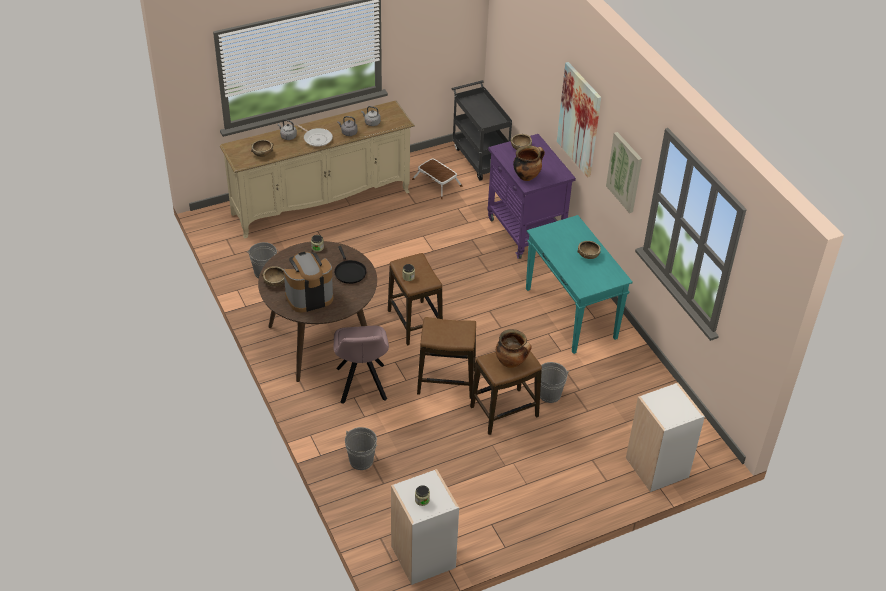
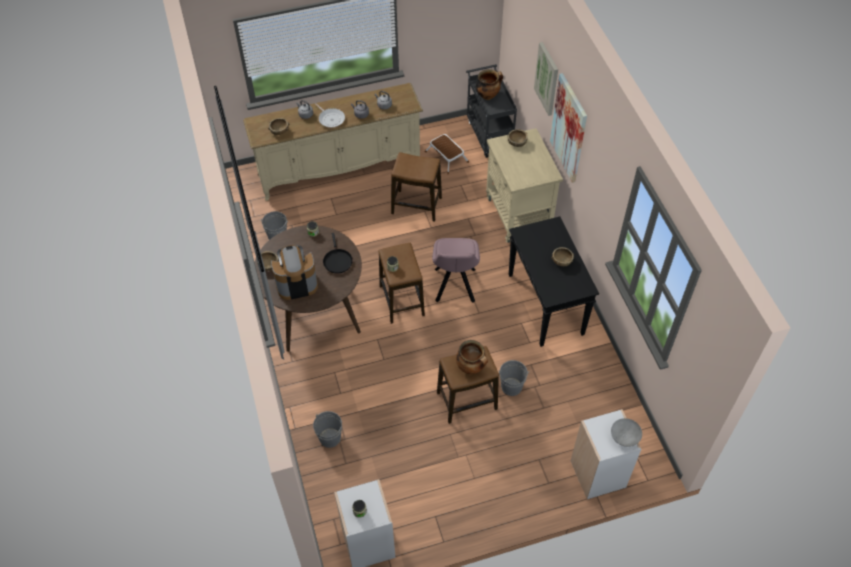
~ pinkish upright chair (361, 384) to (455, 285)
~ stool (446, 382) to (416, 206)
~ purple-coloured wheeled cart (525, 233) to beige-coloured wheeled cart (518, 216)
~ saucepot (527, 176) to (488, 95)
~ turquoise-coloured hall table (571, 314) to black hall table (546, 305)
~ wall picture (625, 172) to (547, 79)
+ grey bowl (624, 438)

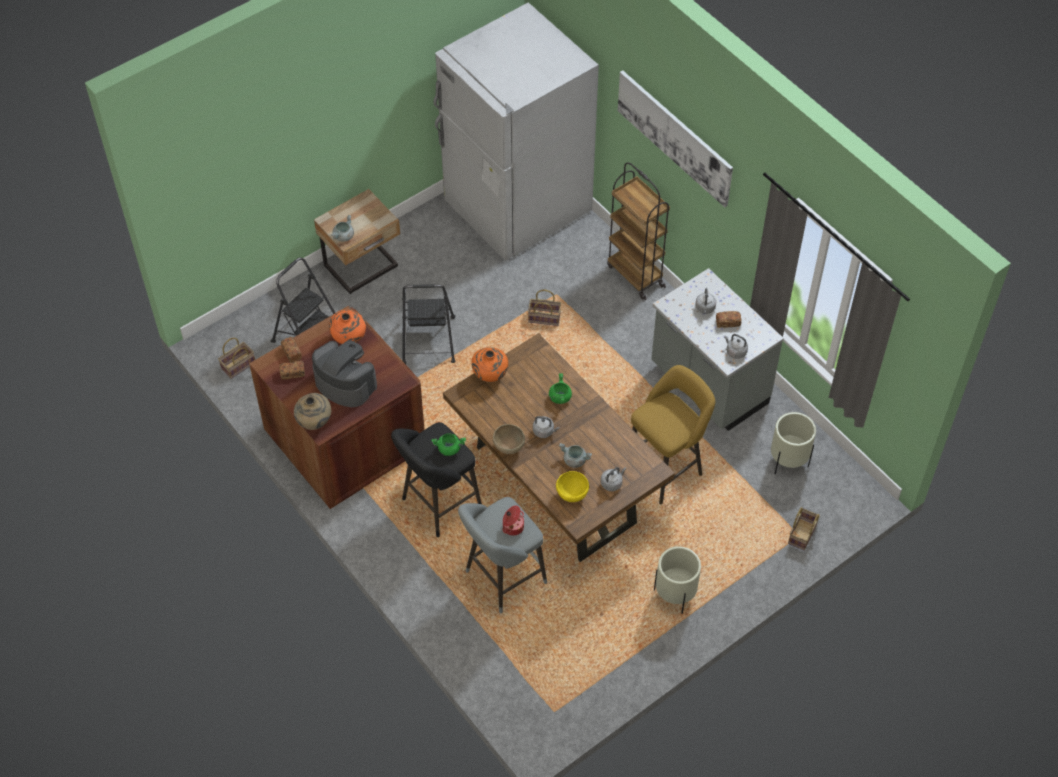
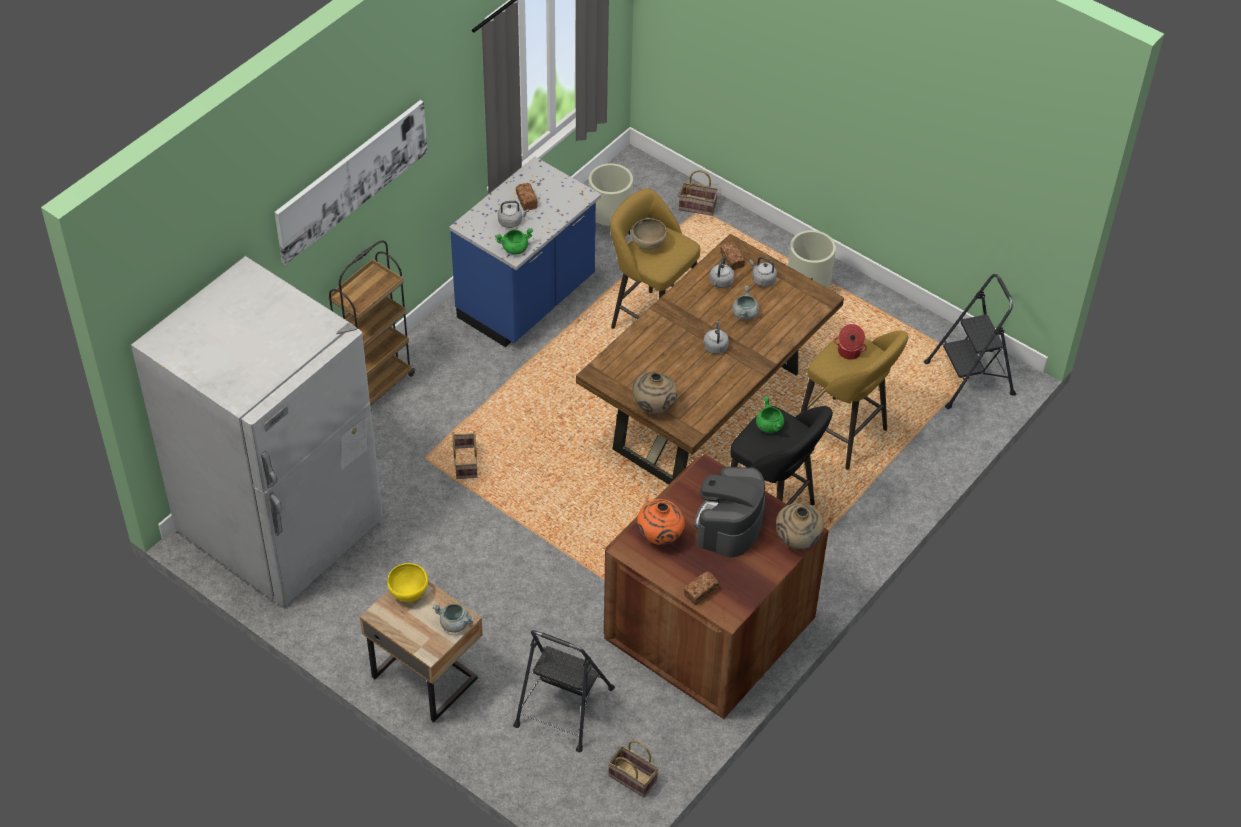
~ bakery bread (292, 373) to (732, 260)
~ black step stool (428, 341) to (972, 377)
~ grey stool (502, 579) to yellow-coloured stool (845, 436)
~ orange-coloured vase (490, 376) to beige-coloured vase (653, 407)
~ brown bowl (508, 447) to (648, 245)
~ green-coloured saucepot (560, 397) to (514, 249)
~ yellow-coloured bowl (572, 494) to (408, 593)
~ grey kitchen counter (708, 386) to bluish kitchen counter (527, 300)
~ grey water kettle (735, 351) to (720, 283)

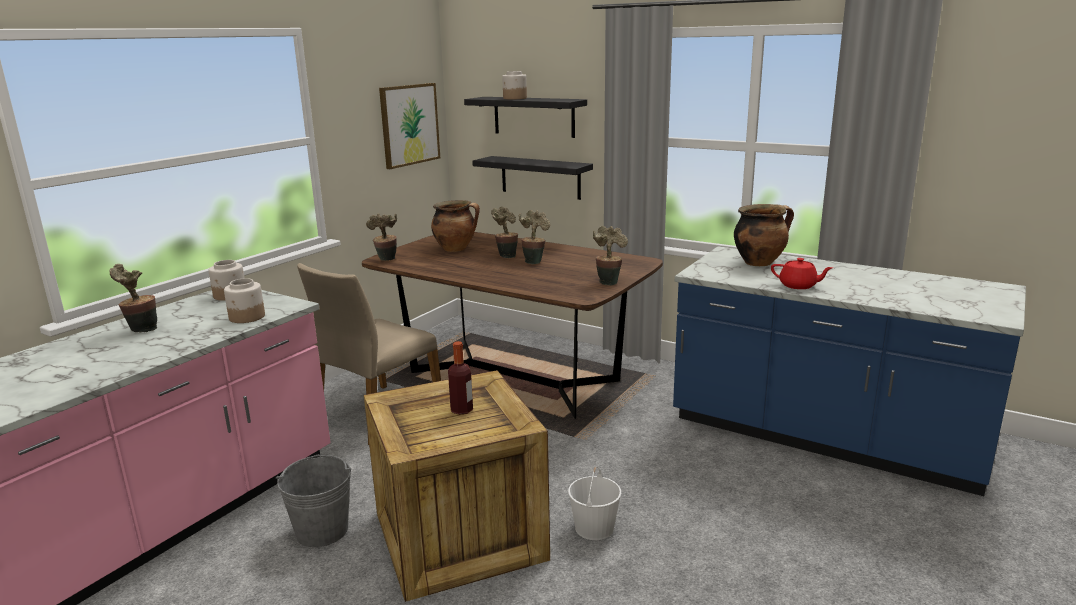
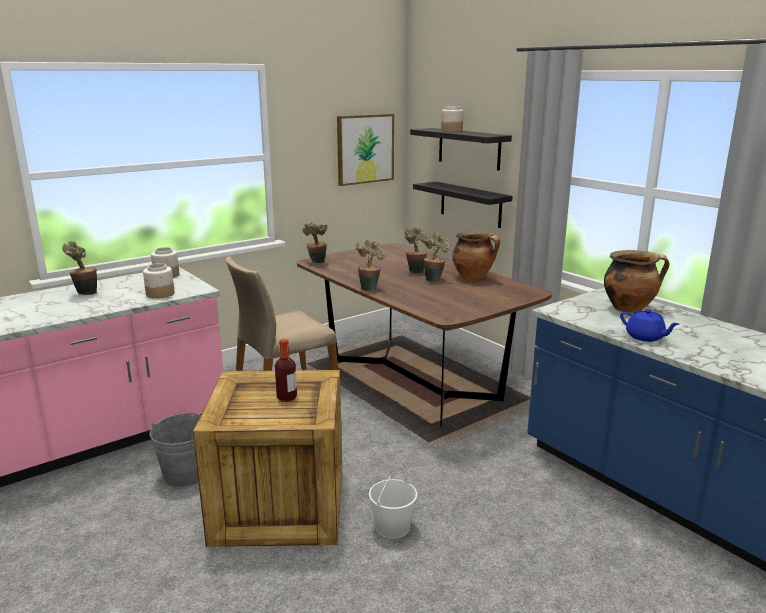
~ saucepot (456, 249) to (473, 277)
~ houseplant (608, 282) to (369, 288)
~ reddish teapot (798, 286) to bluish teapot (645, 337)

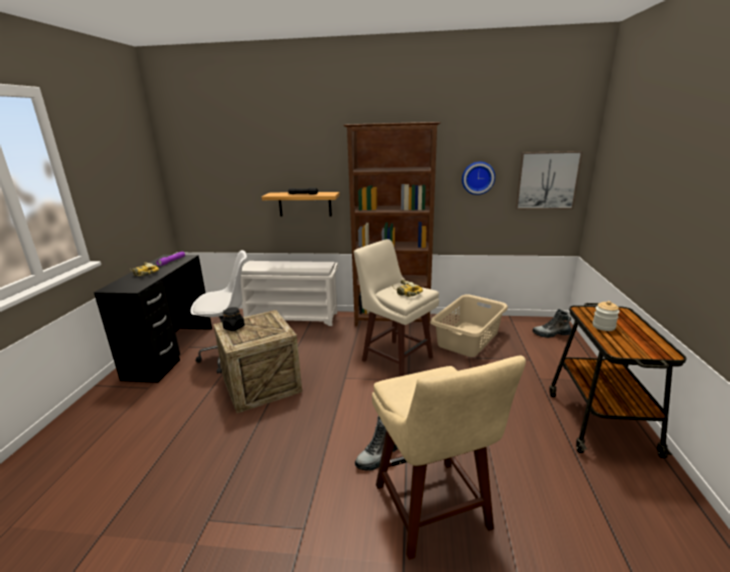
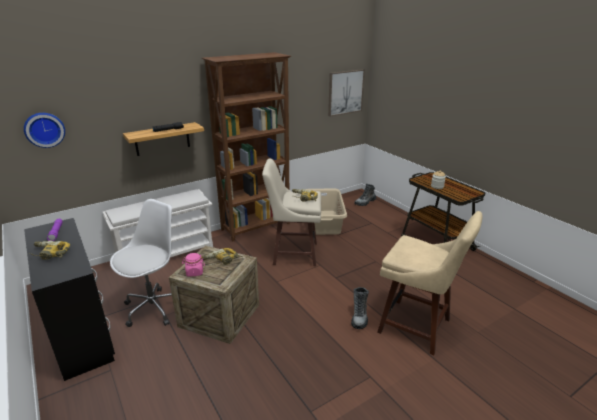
~ black storage jar (234, 327) to pinkish storage jar (194, 272)
~ clock on the wall (478, 178) to (44, 129)
+ electric drill (221, 261)

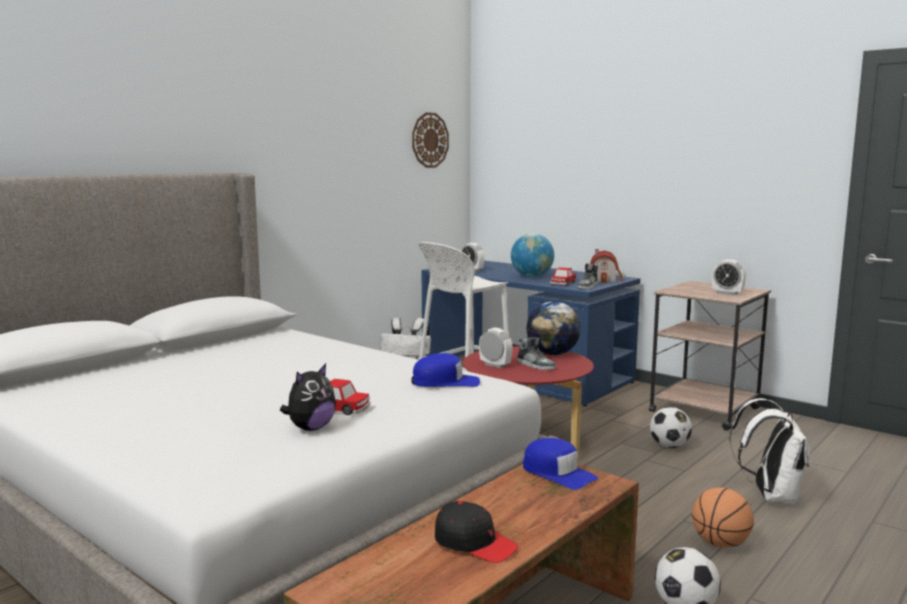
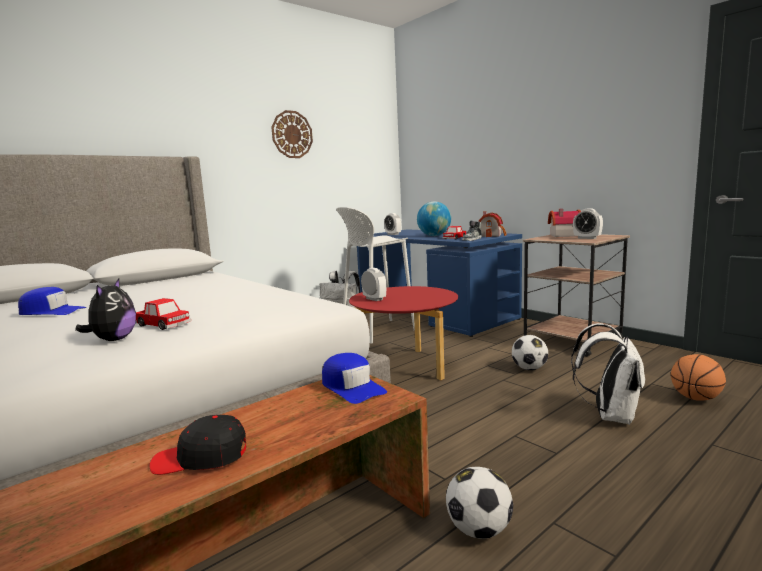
~ cuddly toy (310, 428) = (113, 340) 45 degrees counterclockwise
~ bluish peaked cap (445, 382) to (52, 312)
~ clock on the wall (430, 140) to (292, 134)
~ black peaked cap (474, 543) = (201, 458) 135 degrees clockwise
- shoe (535, 365)
- world globe (552, 354)
~ basketball ball (720, 544) to (695, 398)
+ toy house (563, 235)

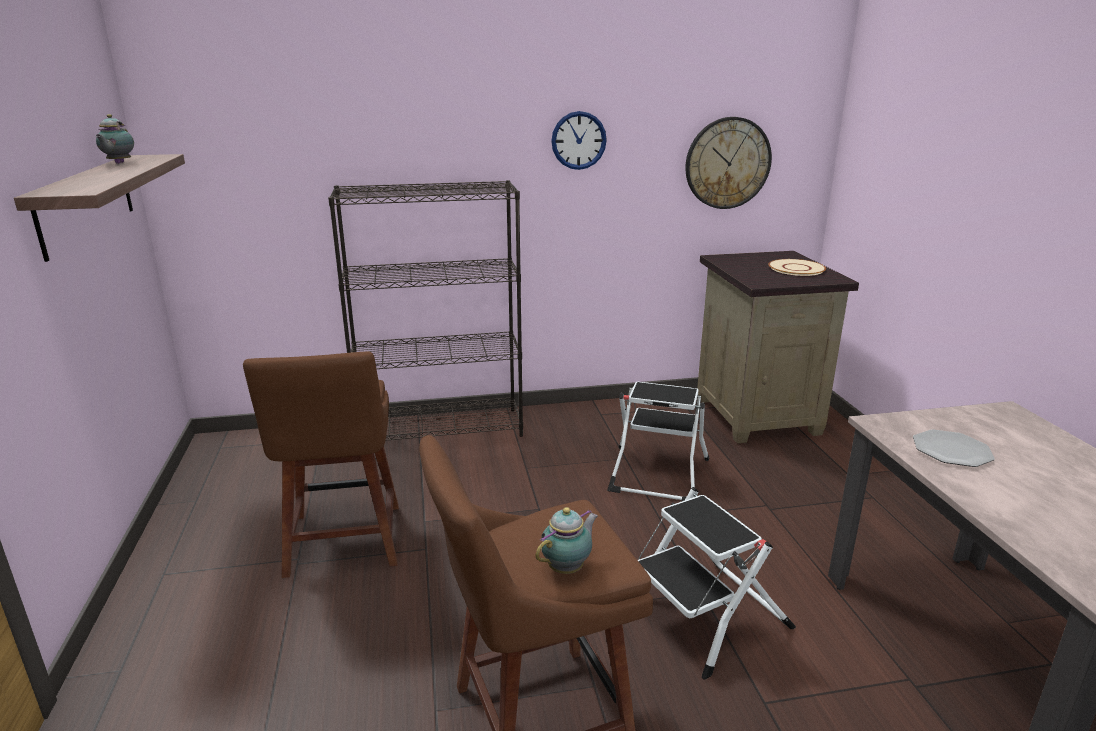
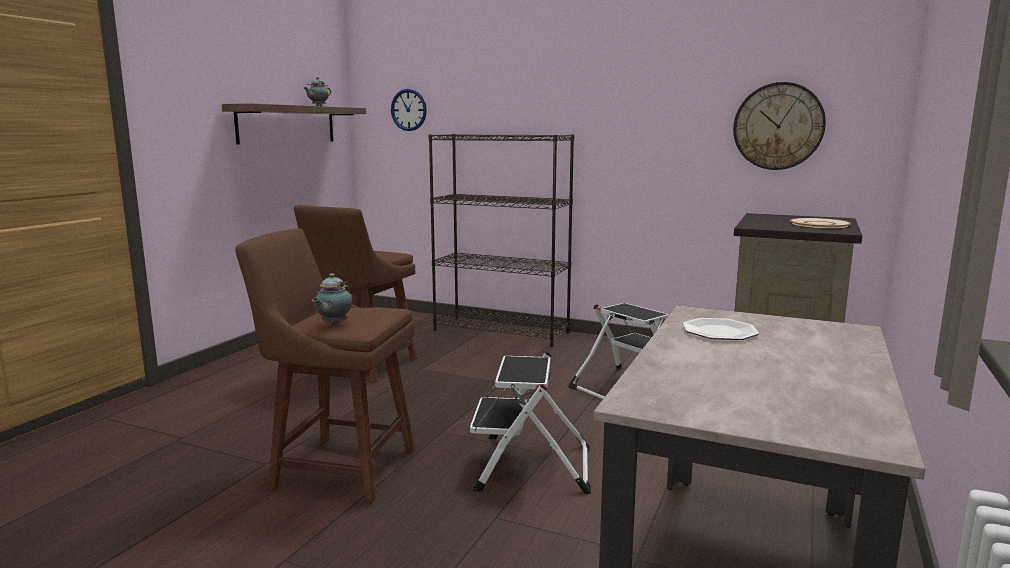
~ teapot (568, 568) = (333, 324) 120 degrees clockwise
~ clock on the wall (578, 140) to (408, 110)

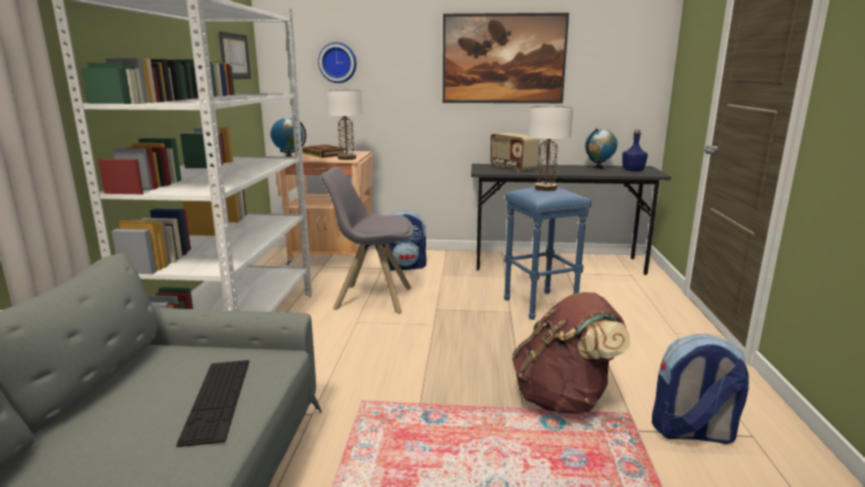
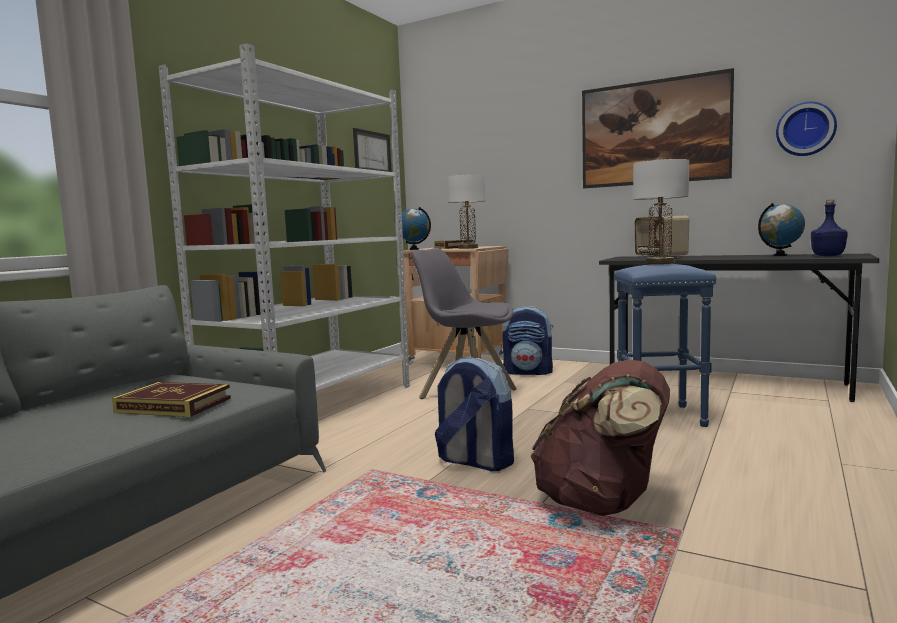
~ PC keyboard (217, 399) to book (174, 405)
~ clock on the wall (338, 62) to (805, 129)
~ rucksack (692, 432) to (474, 462)

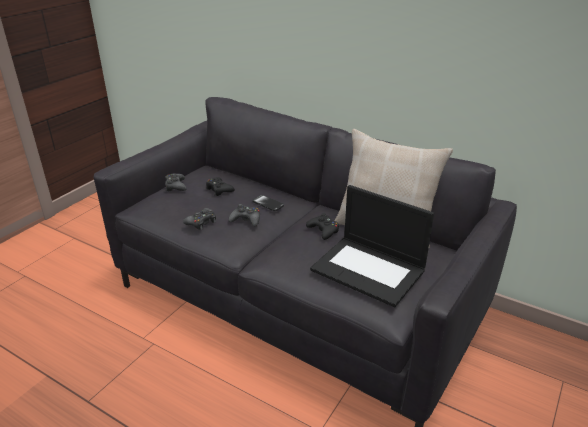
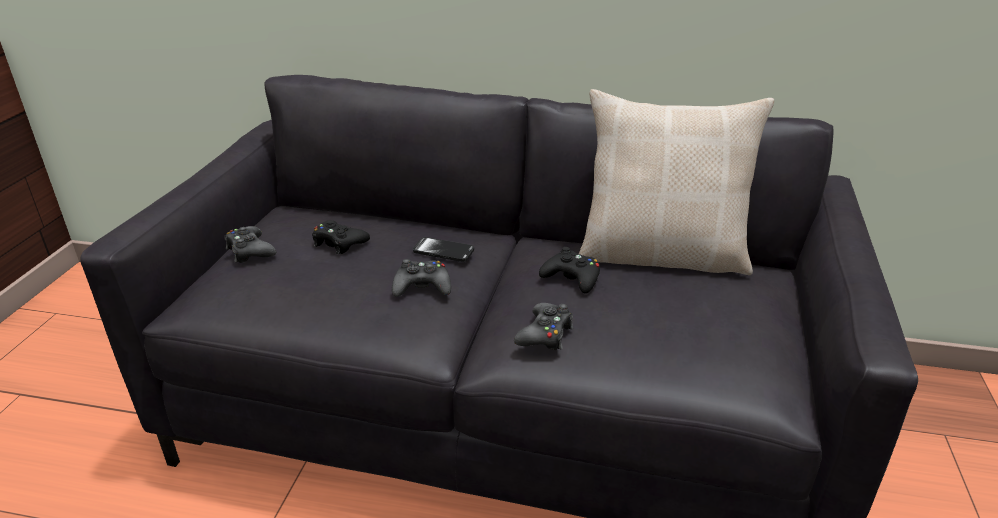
~ black gamepad (201, 222) to (545, 334)
- portable computer (369, 270)

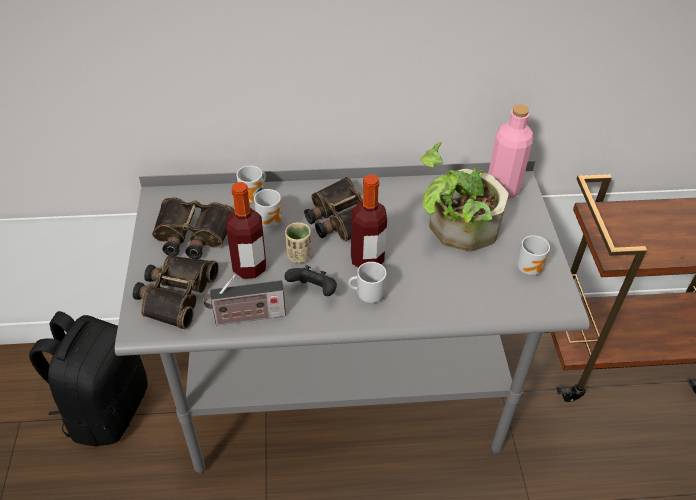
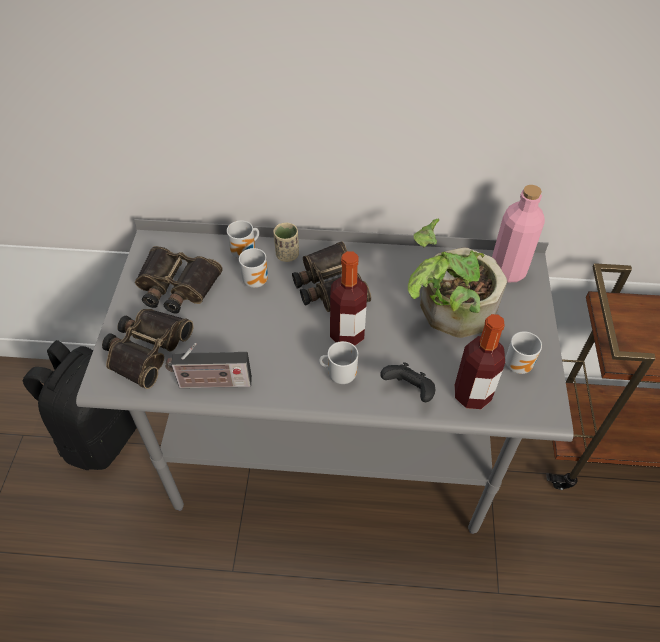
~ beverage bottle (249, 267) to (472, 395)
~ black gamepad (314, 291) to (409, 390)
~ beige-coloured small cup (299, 255) to (287, 255)

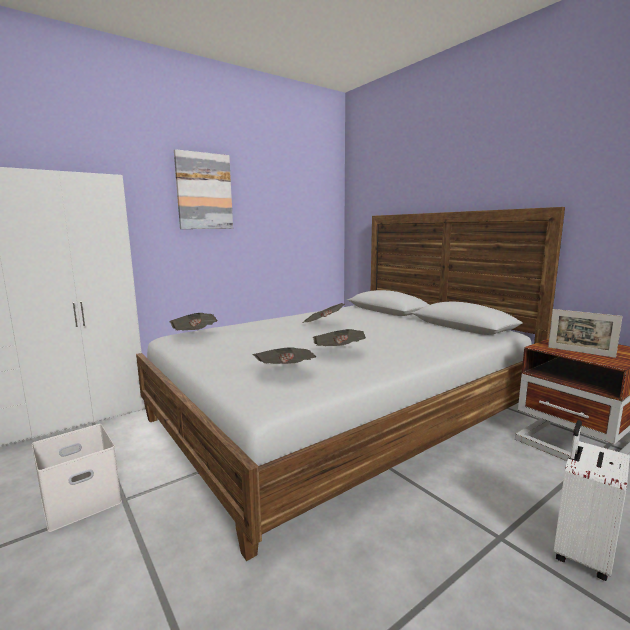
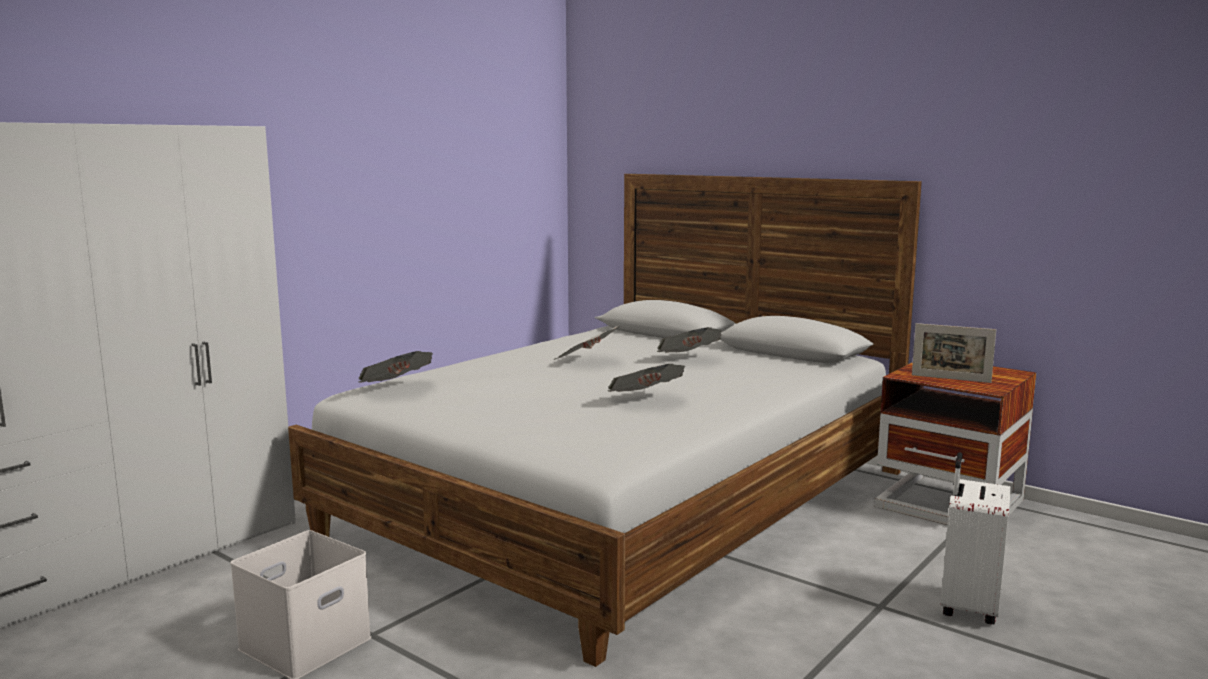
- wall picture (204, 191)
~ newspaper (285, 373) to (688, 359)

